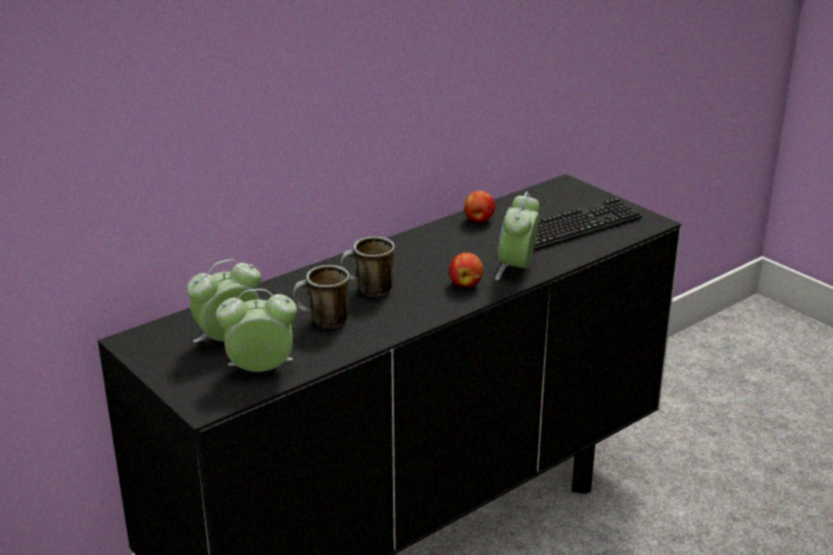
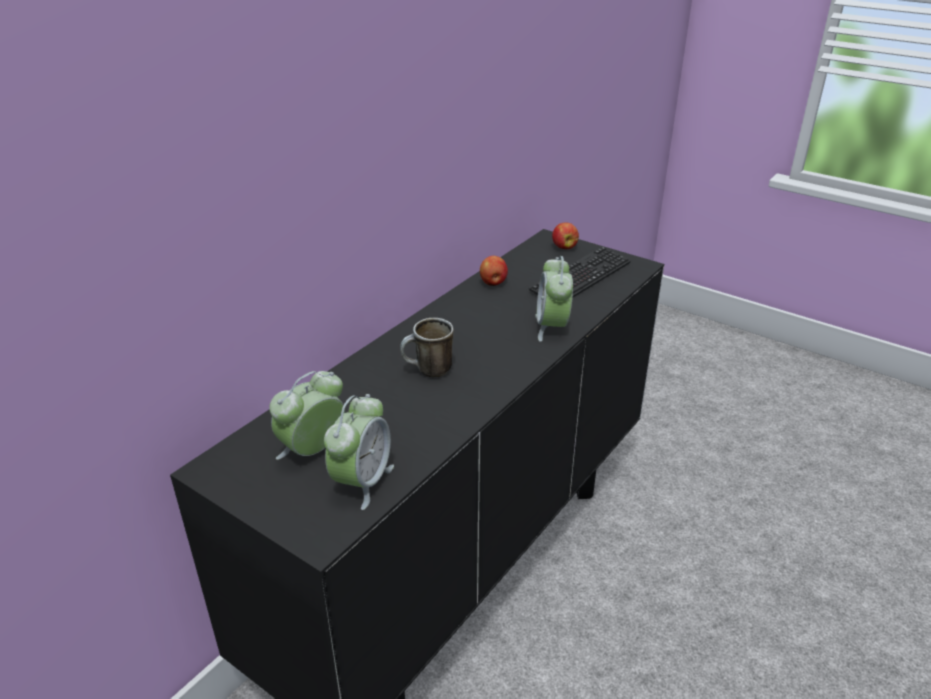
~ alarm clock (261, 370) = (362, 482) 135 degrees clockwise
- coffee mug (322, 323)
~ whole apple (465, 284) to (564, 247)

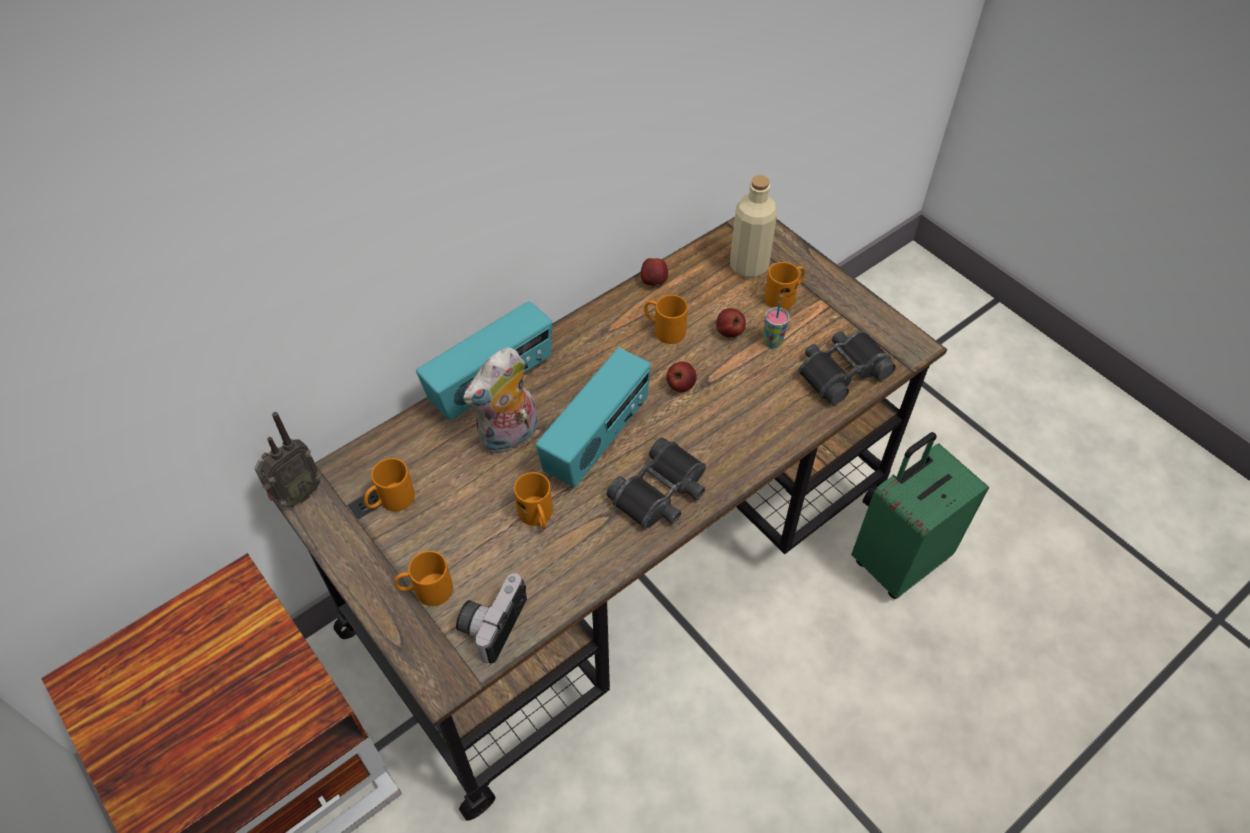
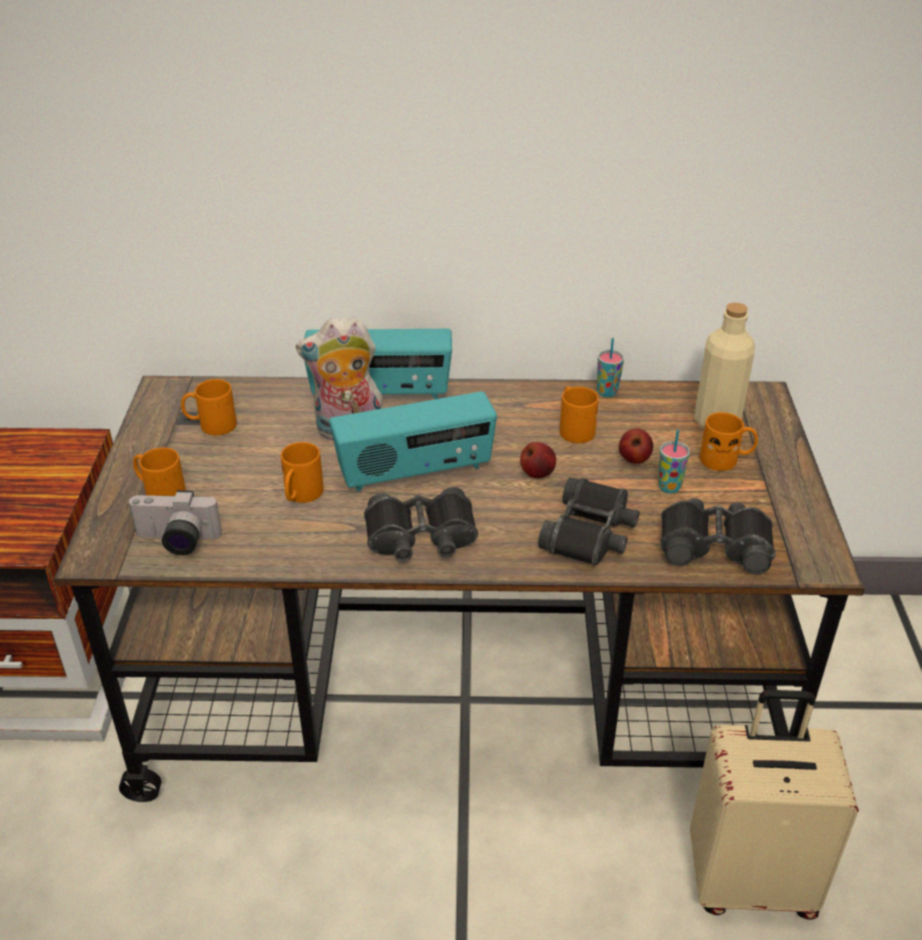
- radio receiver (296, 495)
~ photo camera (491, 622) = (176, 542) 150 degrees counterclockwise
~ whole apple (654, 282) to small cup (607, 392)
~ green-coloured travel case (898, 559) to beige-coloured travel case (750, 879)
+ black field glasses (590, 533)

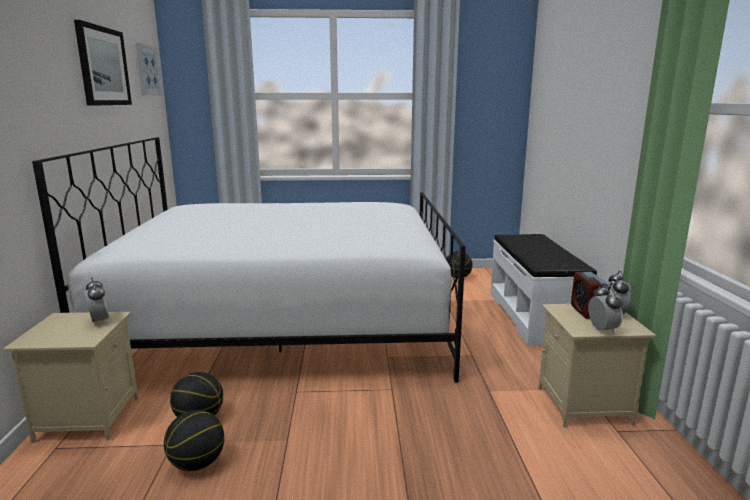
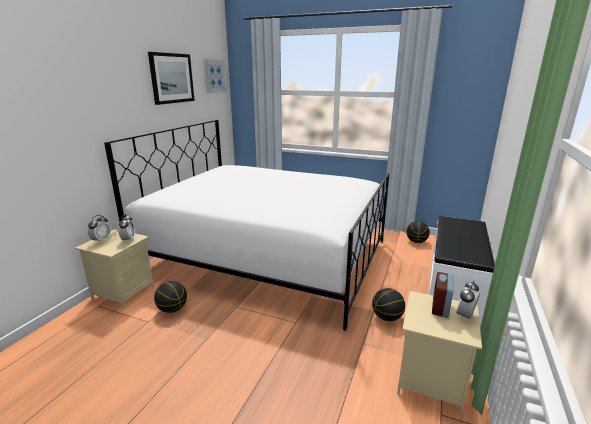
~ basketball ball (197, 463) to (387, 317)
~ alarm clock (602, 330) to (101, 240)

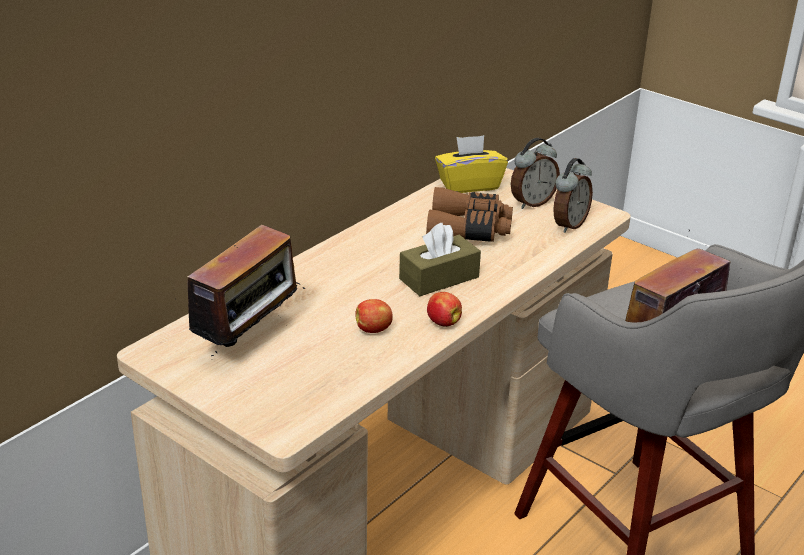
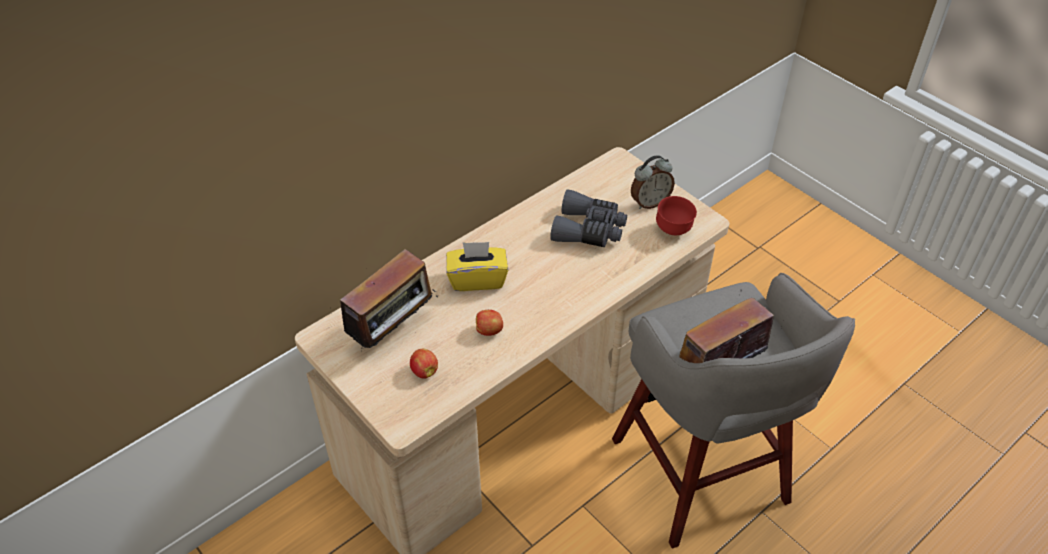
- brown tissue box (439, 278)
~ brown field glasses (468, 230) to grey field glasses (589, 230)
~ whole apple (443, 322) to (424, 371)
~ yellow-coloured tissue box (469, 185) to (477, 279)
~ alarm clock (568, 225) to reddish bowl (673, 230)

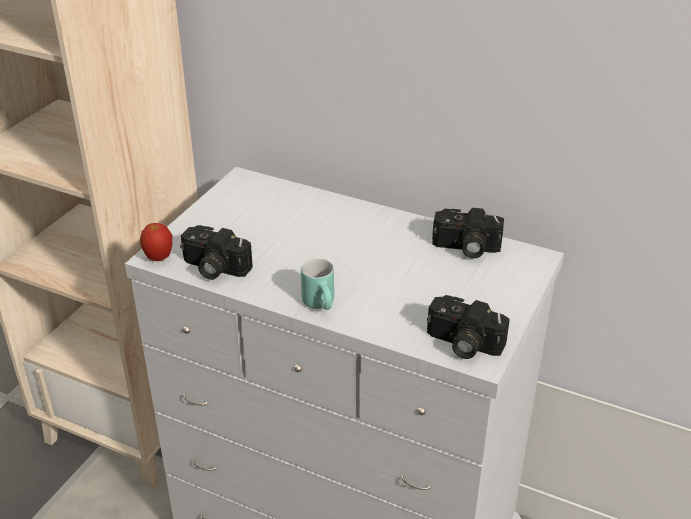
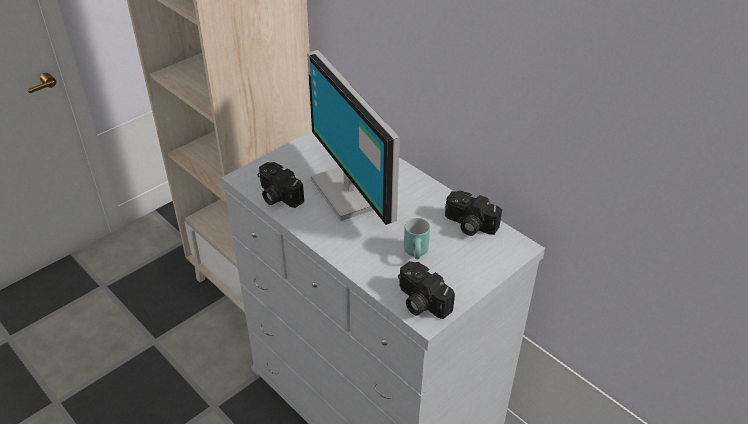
- whole apple (159, 258)
~ turquoise-coloured coffee mug (322, 305) to (418, 253)
+ monitor (352, 191)

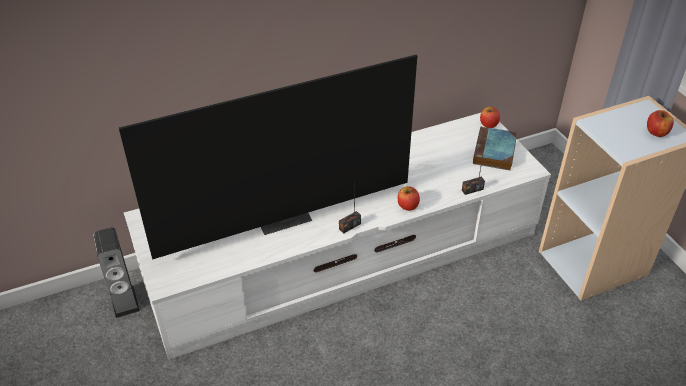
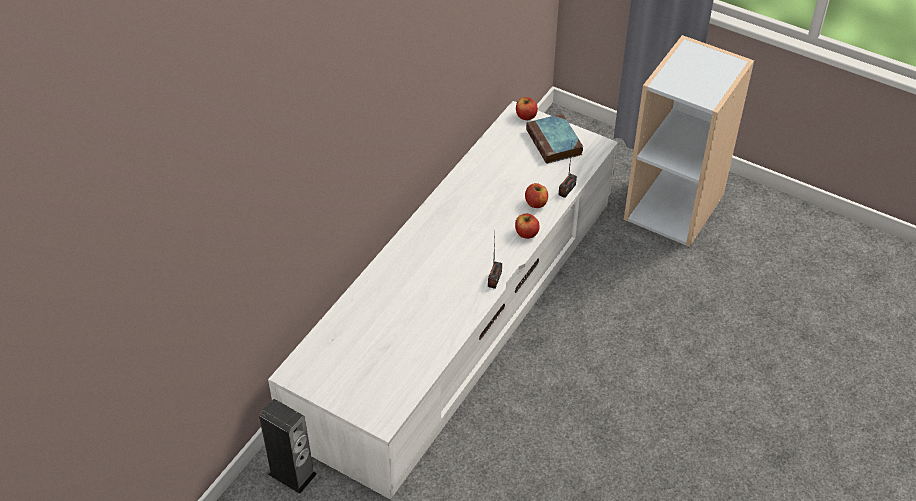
- TV (283, 216)
~ whole apple (656, 132) to (536, 203)

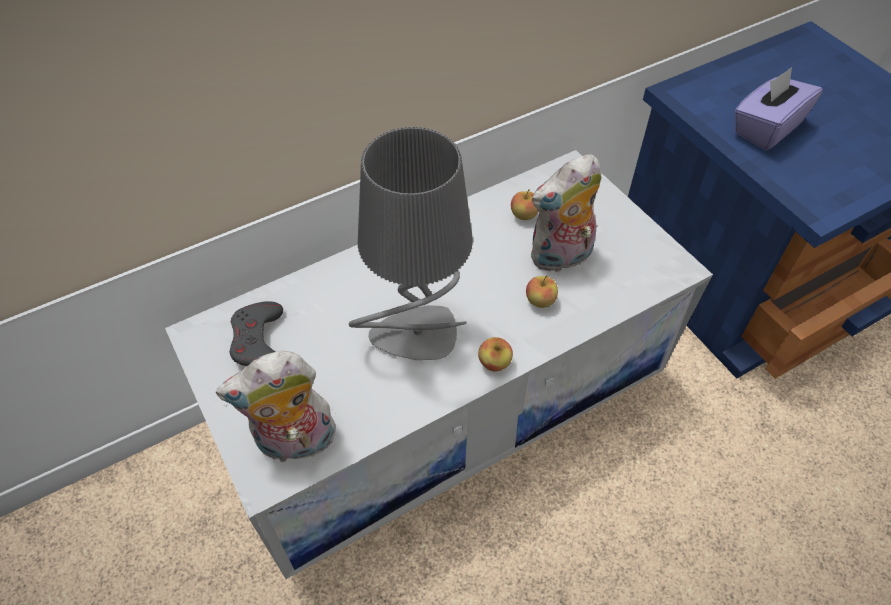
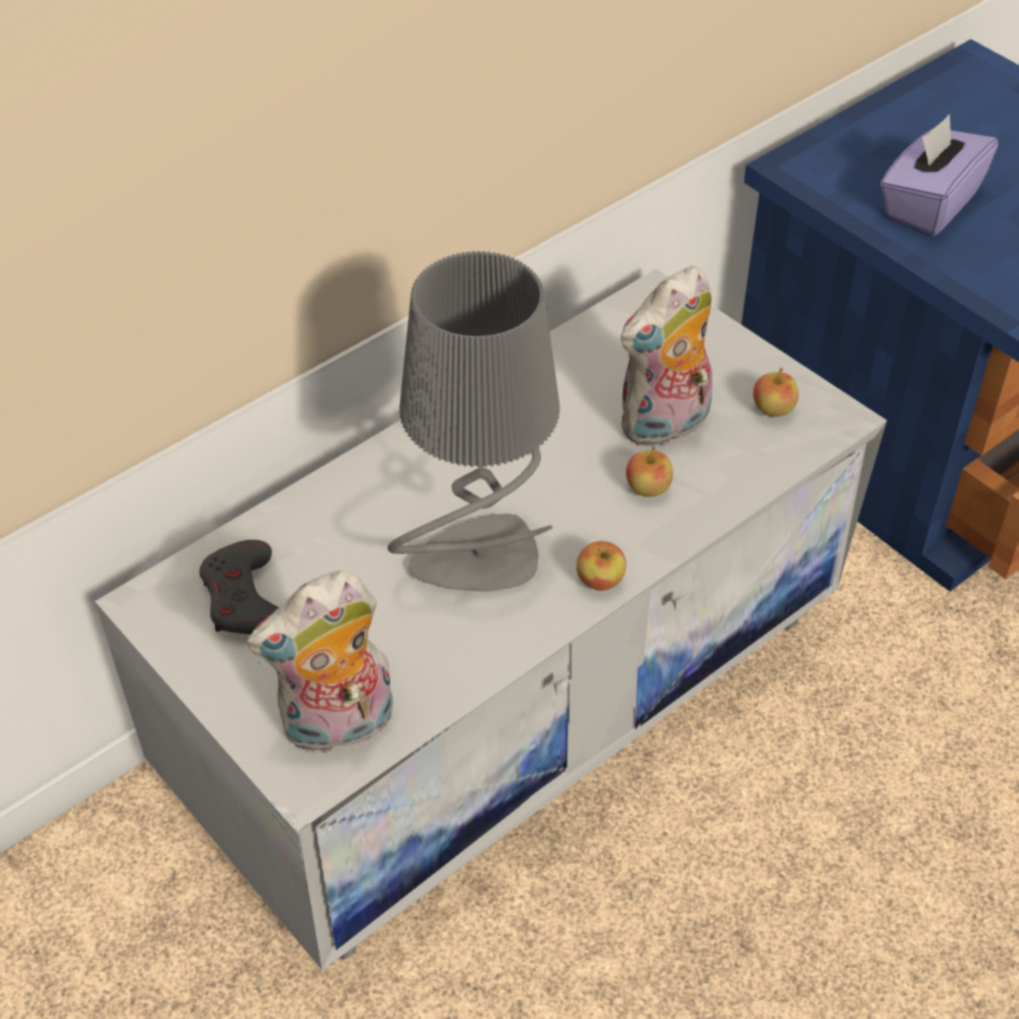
~ whole apple (523, 215) to (773, 409)

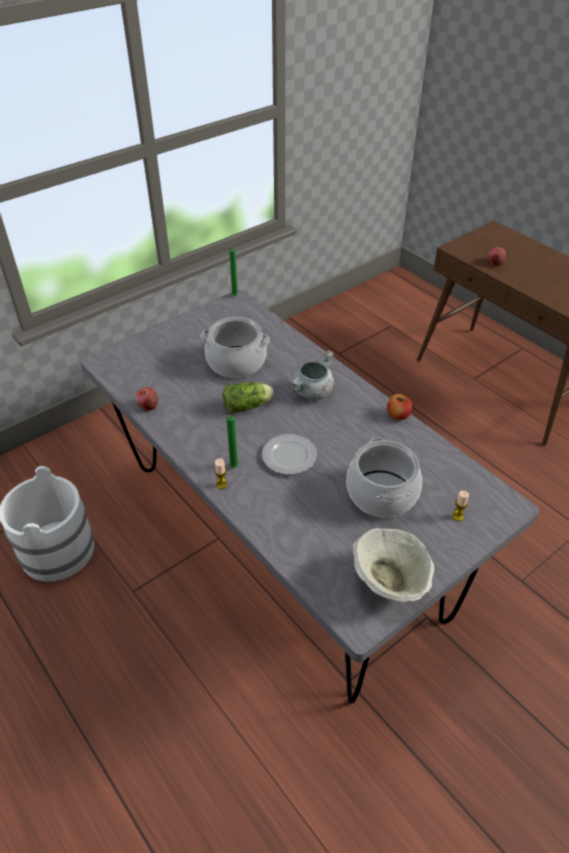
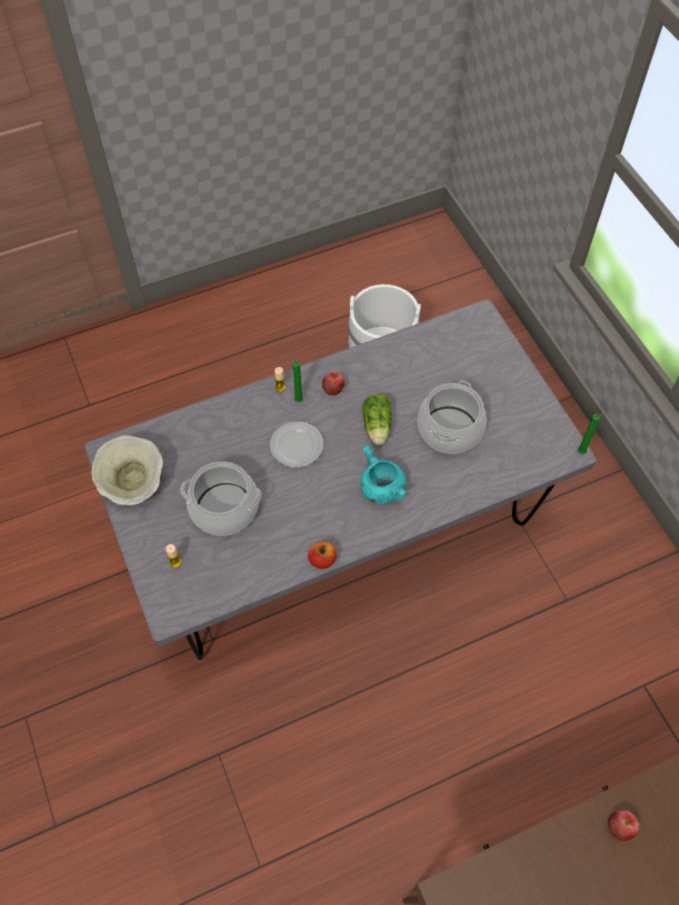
~ whole apple (148, 406) to (333, 388)
~ grey saucepot (312, 392) to turquoise-coloured saucepot (381, 489)

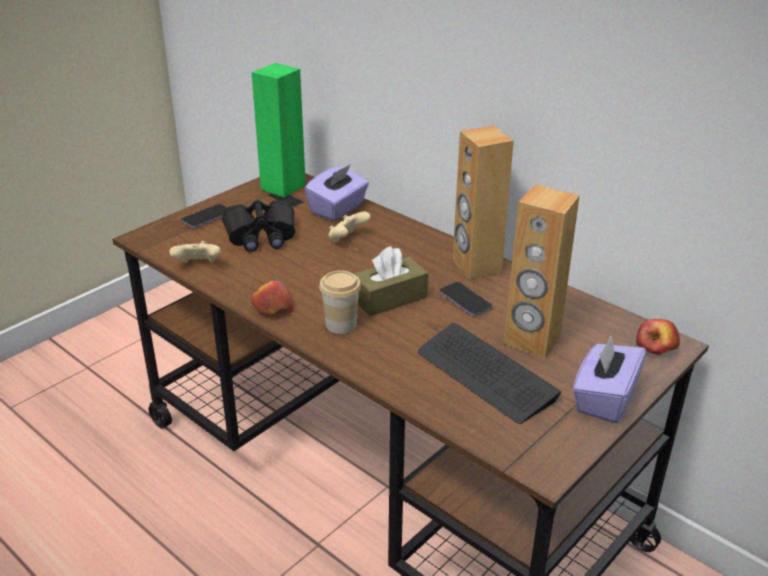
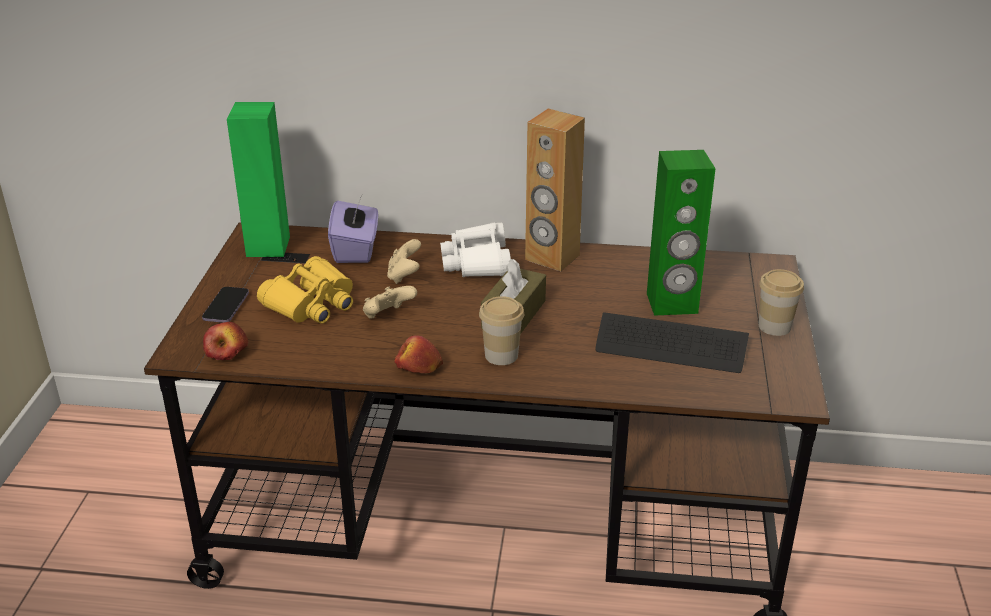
~ beige-coloured gamepad (198, 266) to (387, 316)
~ black field glasses (261, 235) to yellow-coloured field glasses (311, 303)
- telephone (465, 301)
~ brown audio speaker (531, 341) to green-coloured audio speaker (672, 304)
~ purple-coloured tissue box (604, 398) to small cup (774, 326)
~ whole apple (656, 346) to (227, 352)
+ white-coloured field glasses (477, 262)

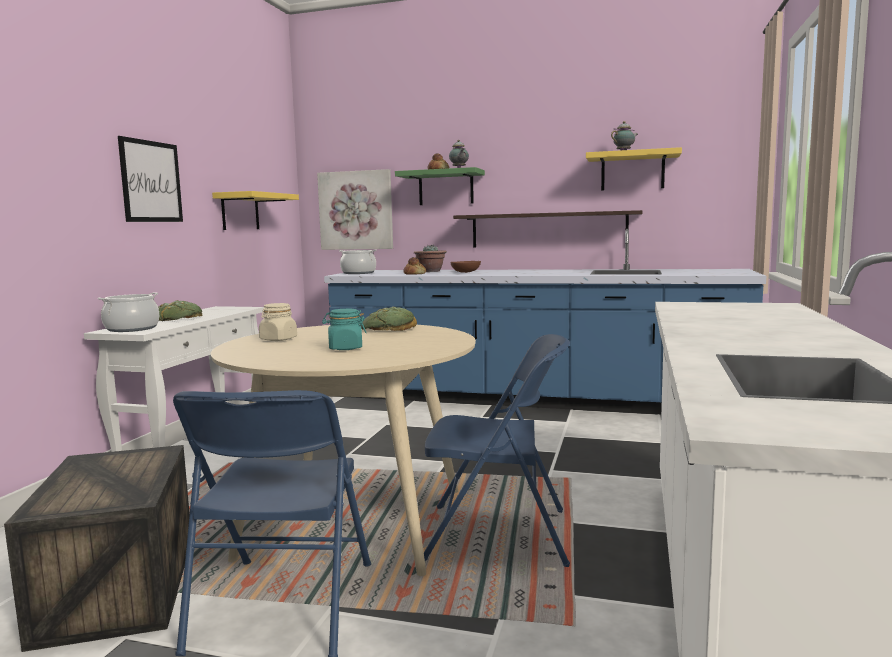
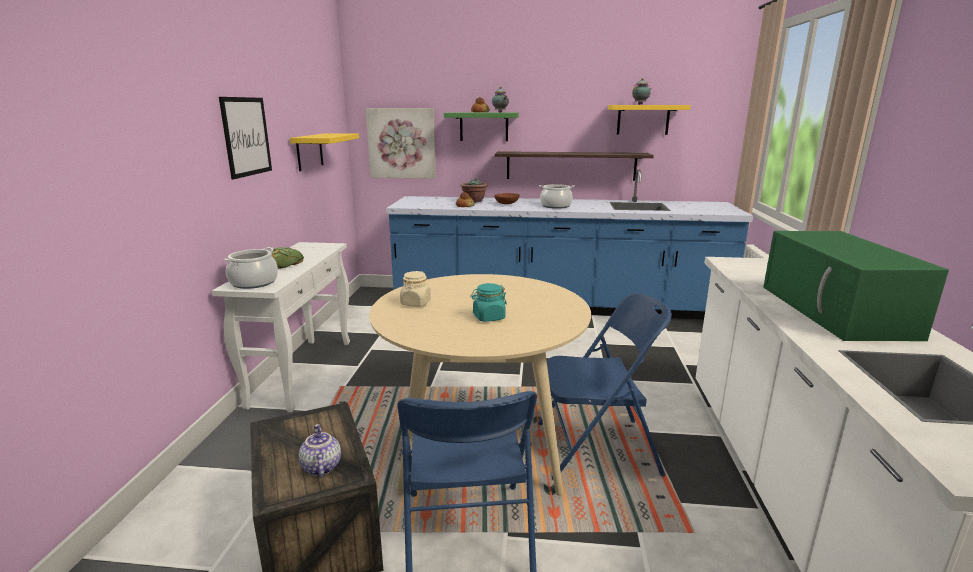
~ saucepot (358, 273) to (556, 206)
- bakery bread (388, 328)
+ teapot (320, 467)
+ green-coloured kitchen microwave (837, 311)

